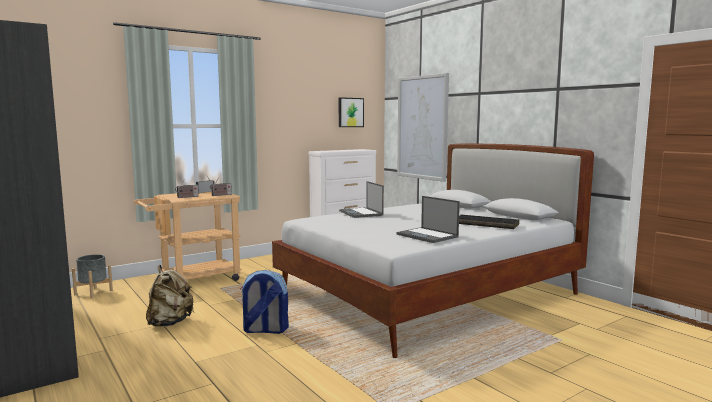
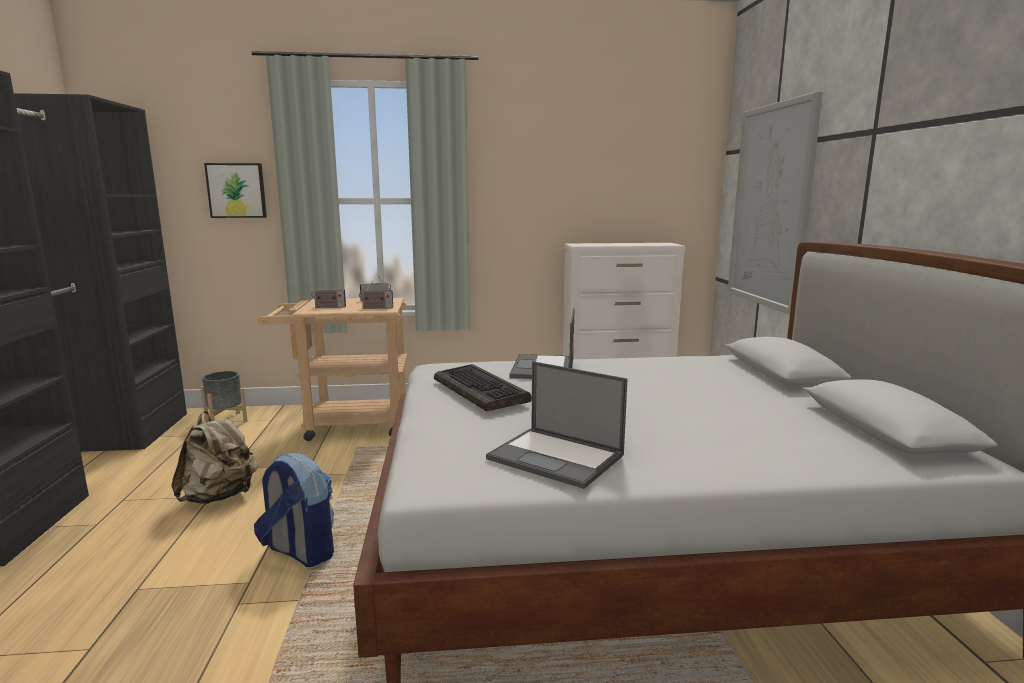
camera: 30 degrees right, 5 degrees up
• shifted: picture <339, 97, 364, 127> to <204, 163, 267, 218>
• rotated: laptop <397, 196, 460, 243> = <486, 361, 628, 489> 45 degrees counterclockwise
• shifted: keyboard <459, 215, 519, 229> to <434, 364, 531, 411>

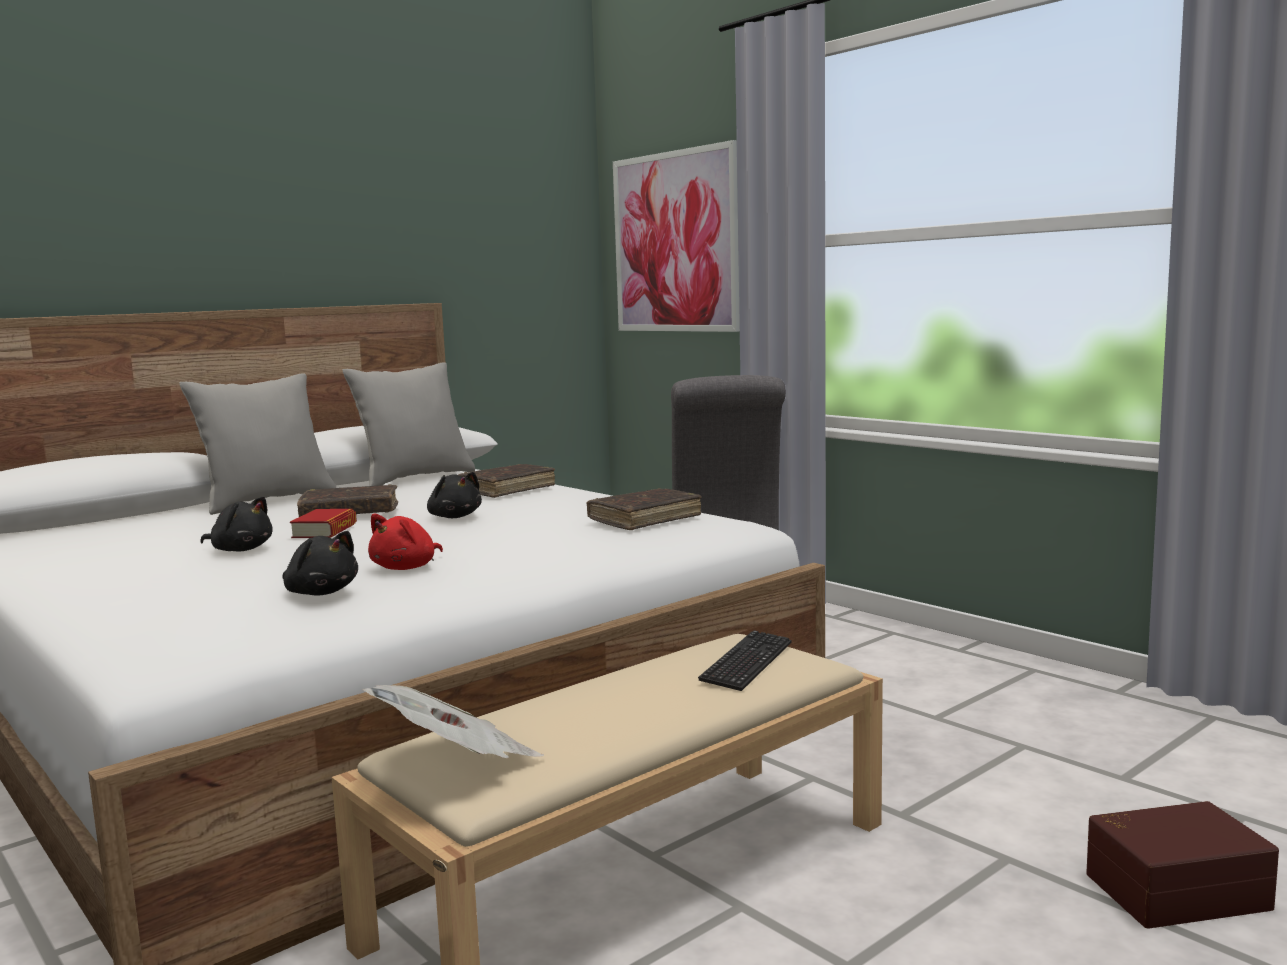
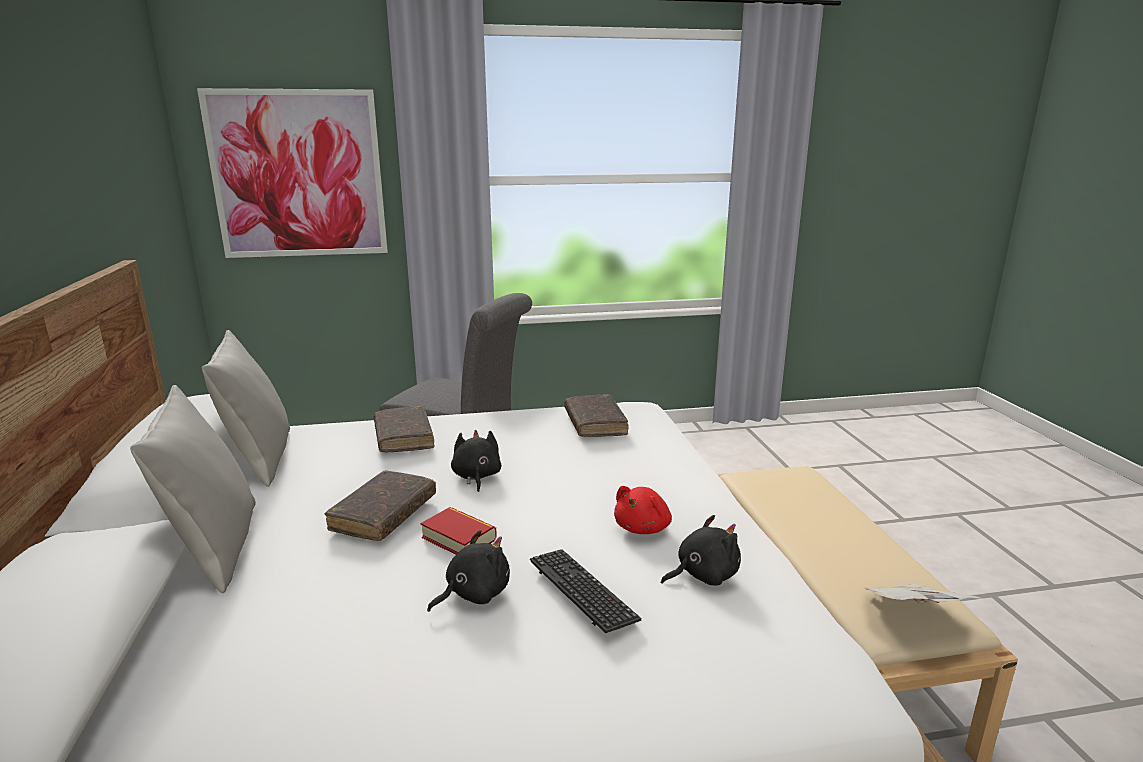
camera: 60 degrees left, 10 degrees up
• rotated: red plush toy <368, 513, 443, 570> = <614, 486, 672, 534> 60 degrees clockwise
• rotated: black plush toy <427, 472, 482, 518> = <451, 430, 502, 492> 90 degrees counterclockwise
• shifted: keyboard <698, 630, 792, 691> to <530, 549, 641, 633>
• gone: brown storage box <1086, 801, 1279, 929>

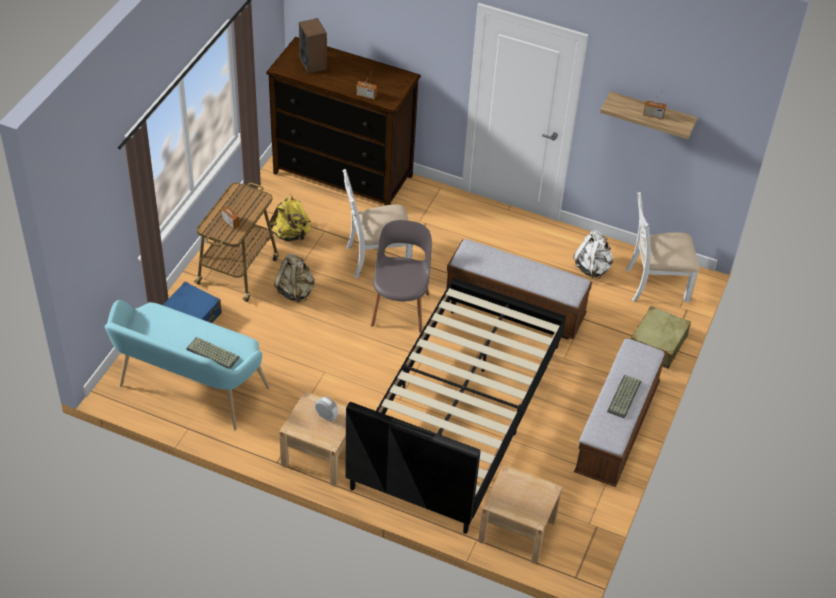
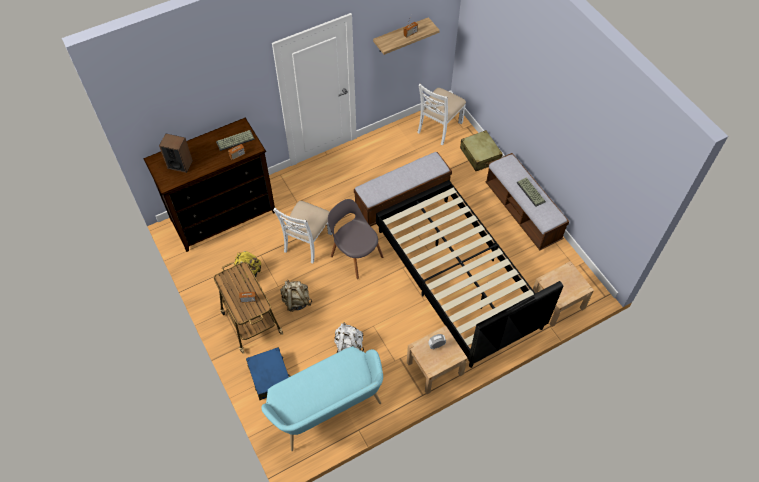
camera: 50 degrees left, 10 degrees up
• shifted: keyboard <186, 337, 240, 369> to <216, 130, 255, 151>
• shifted: white backpack <573, 230, 613, 279> to <334, 322, 364, 353>

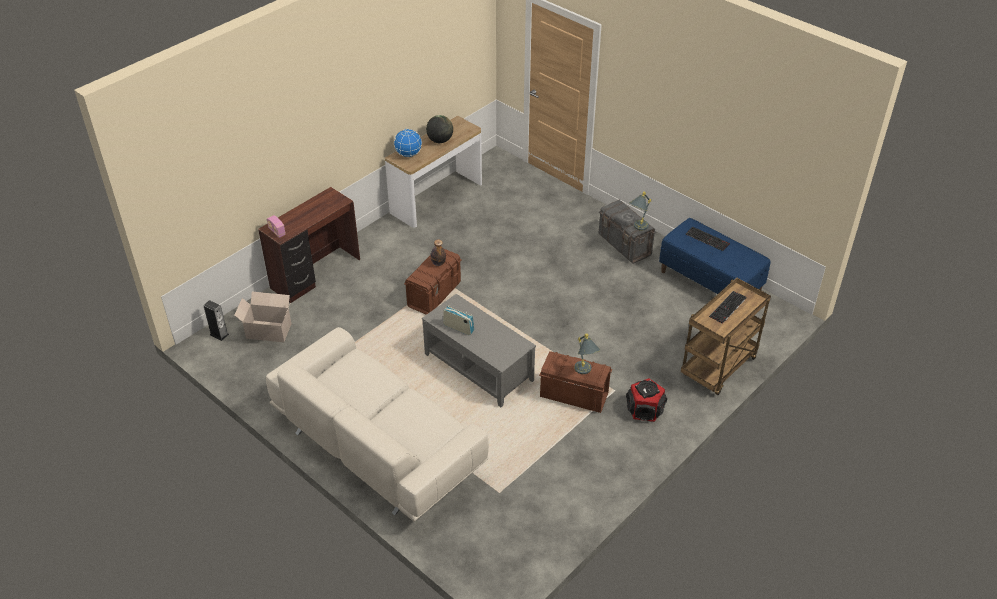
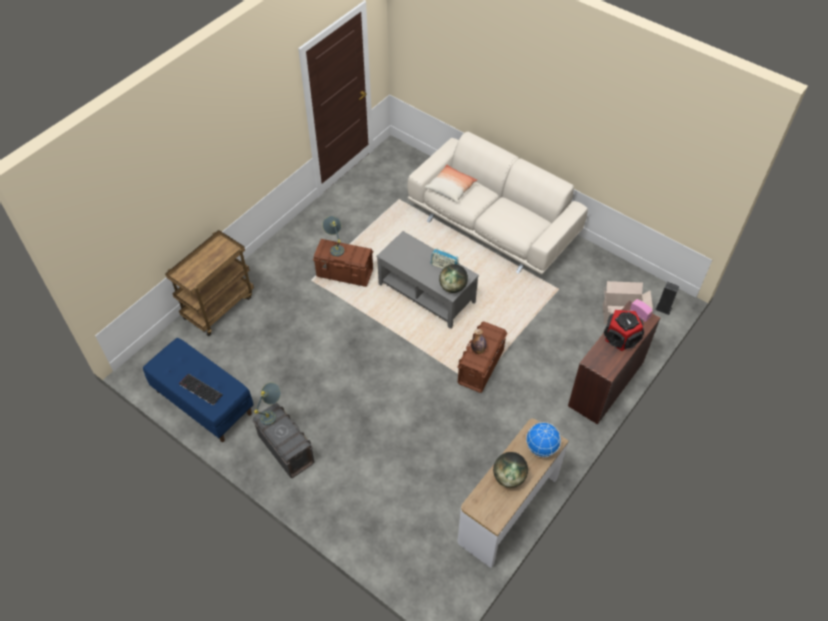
camera: 175 degrees right, 10 degrees up
• shifted: speaker <626, 378, 667, 422> to <604, 310, 644, 351>
• gone: keyboard <709, 291, 747, 324>
• new: pillow <425, 165, 478, 202>
• new: globe <439, 264, 468, 293>

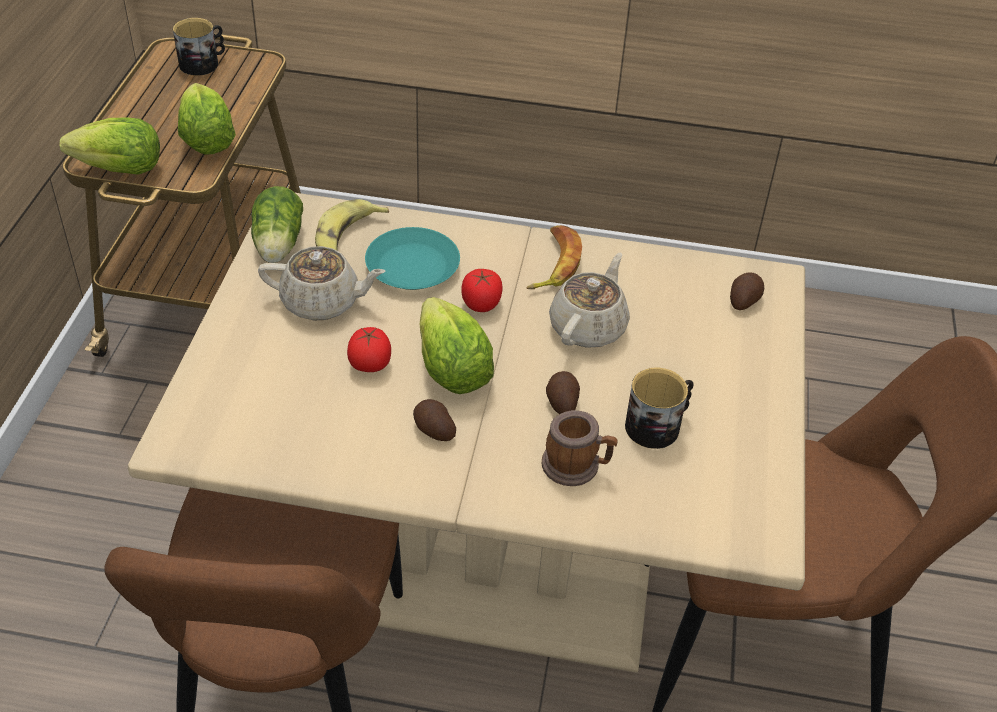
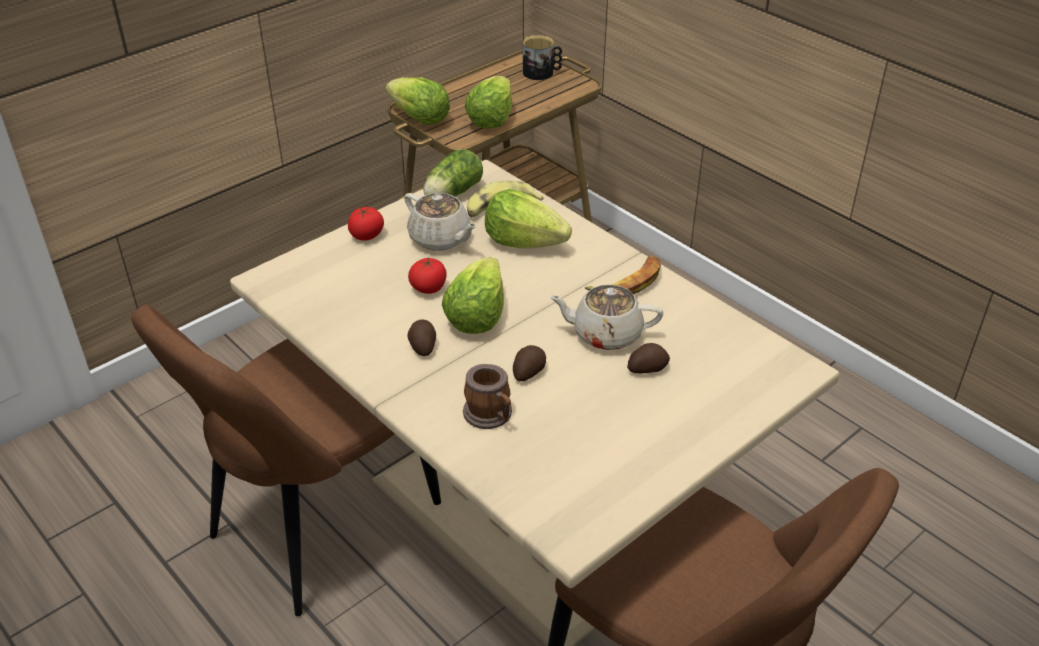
camera: 40 degrees right, 5 degrees down
• swapped: turquoise plate <365, 227, 460, 290> to lettuce <485, 189, 572, 249>
• shifted: tomato <461, 269, 503, 312> to <348, 207, 384, 241>
• rotated: beige teapot <549, 253, 630, 348> = <549, 284, 664, 350> 150 degrees counterclockwise
• gone: mug <625, 367, 694, 449>
• shifted: potato <730, 272, 764, 310> to <627, 343, 670, 373>

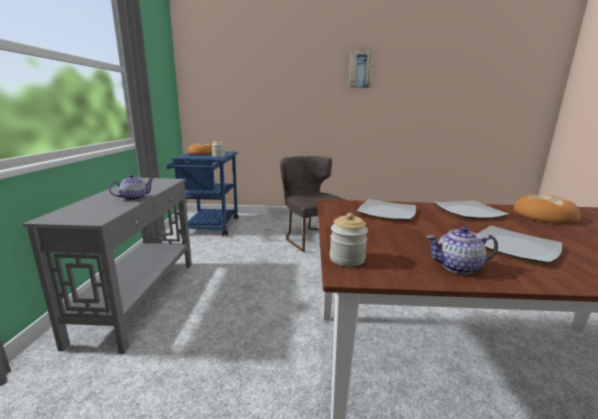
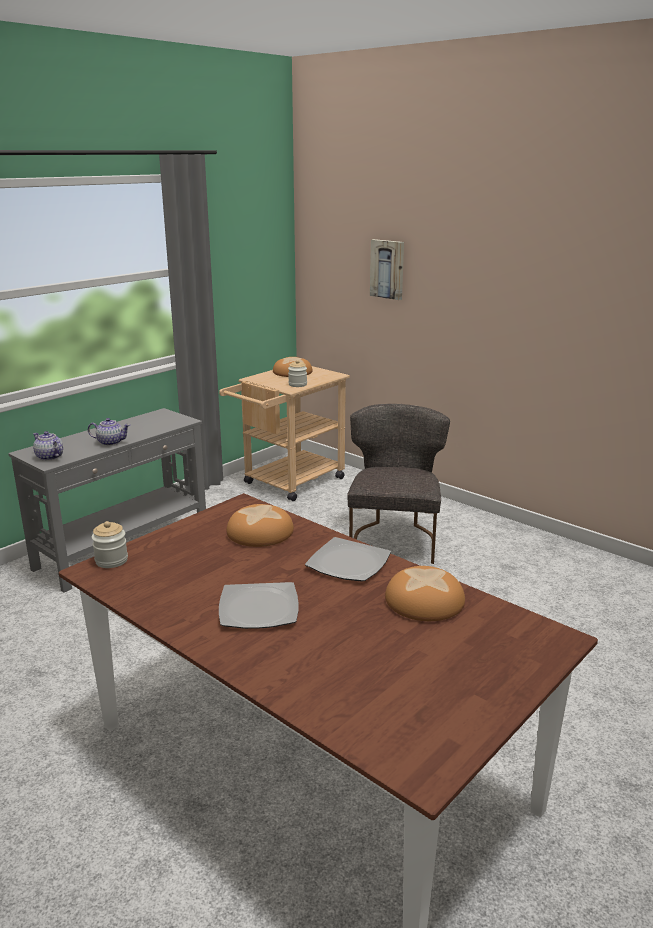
camera: 40 degrees right, 5 degrees up
• repainted: blue cart <167, 151, 239, 235> to beige cart <219, 366, 350, 501>
• shifted: picture <348, 50, 375, 88> to <370, 239, 404, 300>
• swapped: plate <357, 199, 416, 220> to bread <226, 504, 294, 547>
• shifted: teapot <426, 226, 498, 274> to <33, 431, 63, 461>

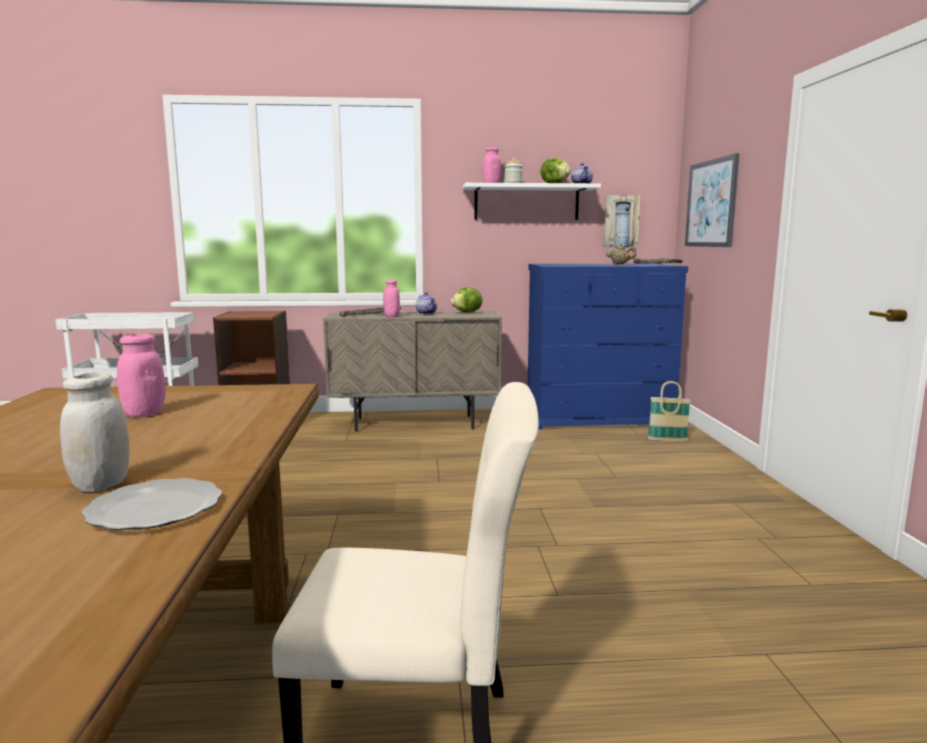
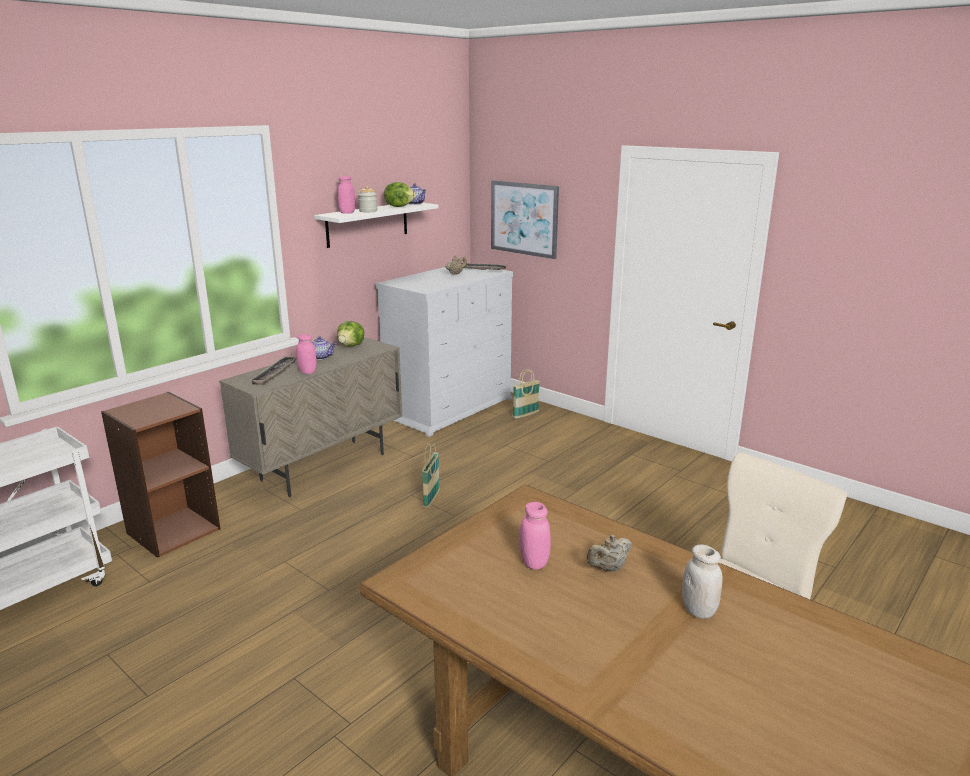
camera: 45 degrees left, 10 degrees up
• gone: plate <82, 478, 222, 530>
• repainted: blue dresser <528, 264, 688, 429> to white dresser <376, 267, 513, 437>
• gone: picture <603, 195, 641, 248>
• new: basket <422, 443, 440, 508>
• new: beige teapot <587, 535, 632, 572>

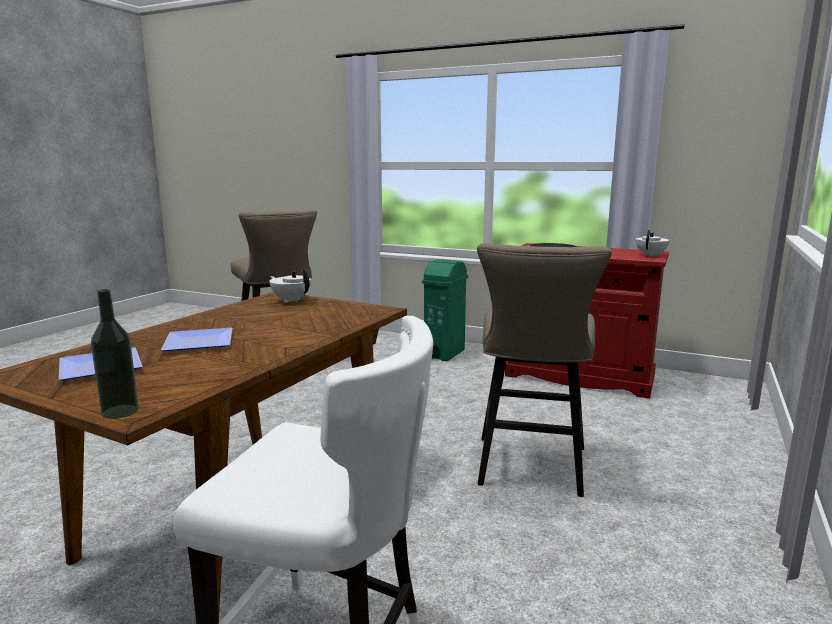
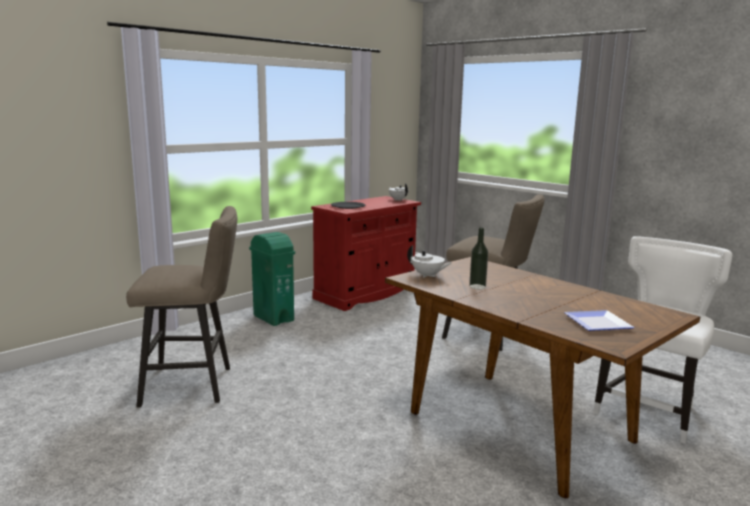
camera: 70 degrees left, 0 degrees up
• shifted: bottle <91, 289, 139, 419> to <469, 228, 488, 289>
• gone: plate <161, 328, 232, 351>
• rotated: white teapot <269, 268, 311, 303> = <407, 245, 452, 278> 120 degrees counterclockwise

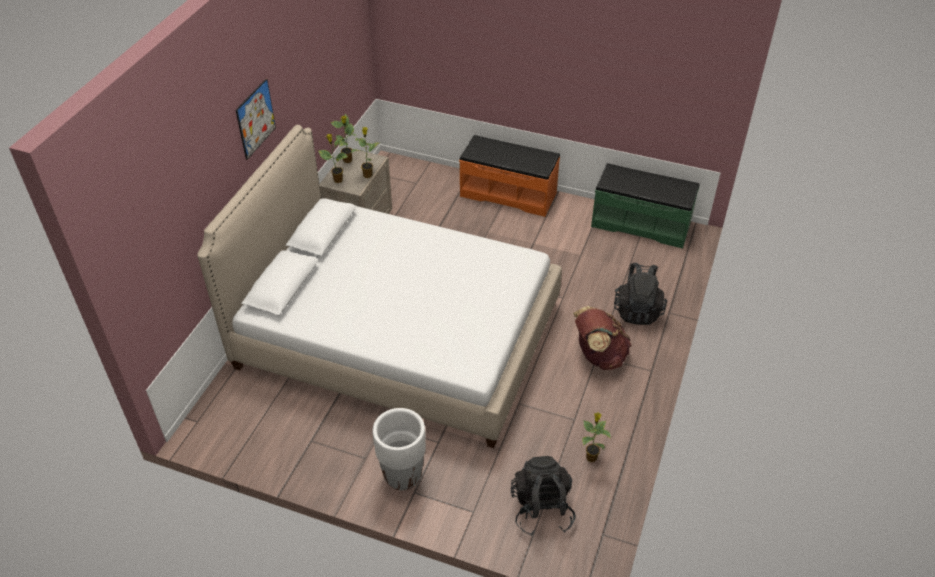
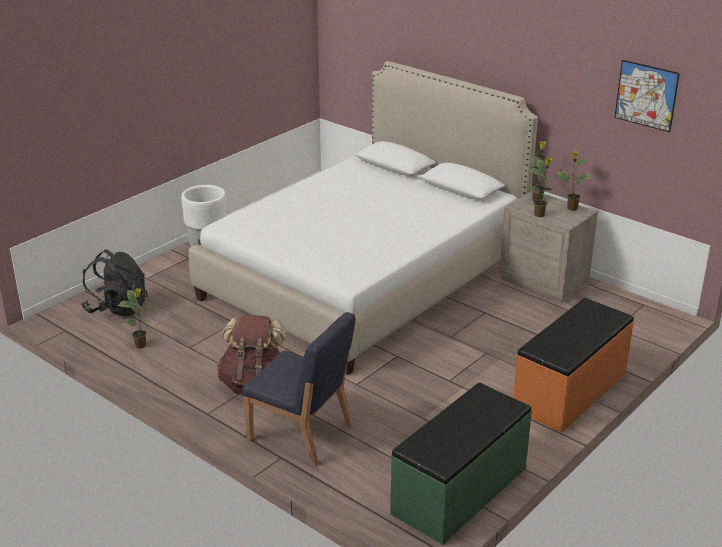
camera: 110 degrees right, 15 degrees down
• shifted: picture <236, 79, 276, 160> to <614, 60, 680, 132>
• swapped: black backpack <614, 263, 667, 325> to blue chair <242, 312, 356, 466>

